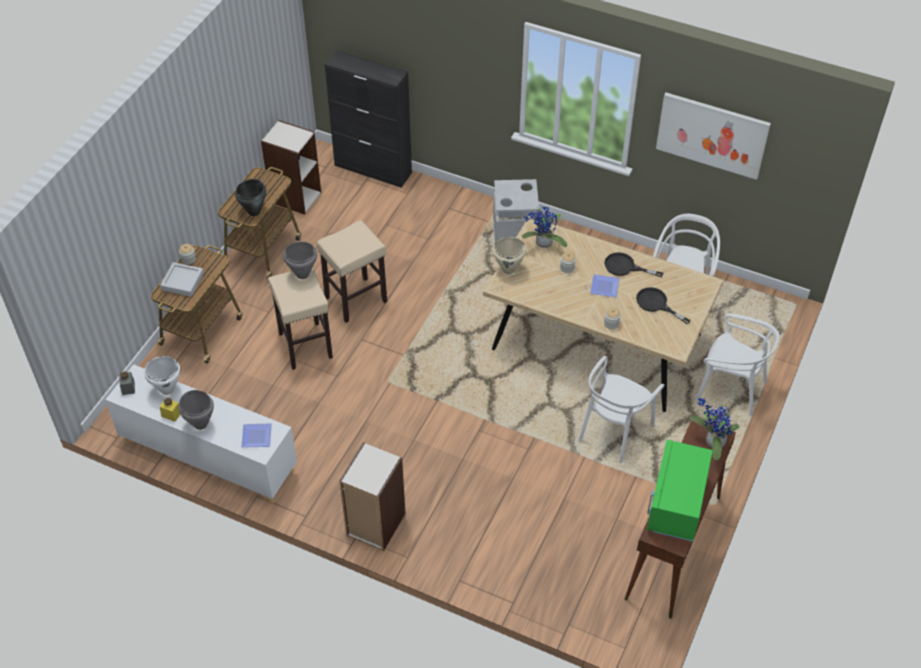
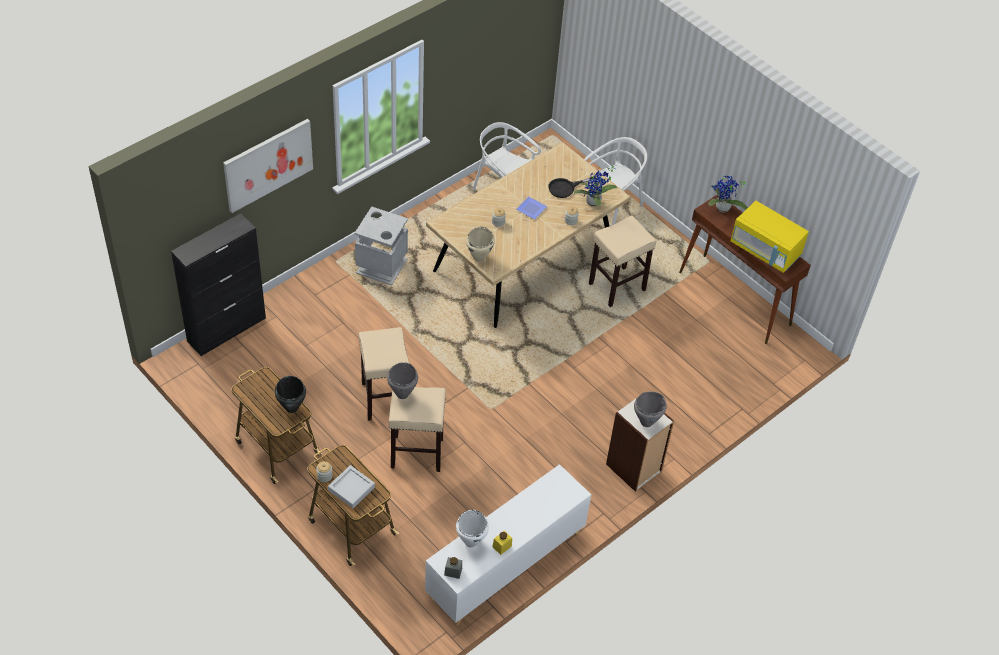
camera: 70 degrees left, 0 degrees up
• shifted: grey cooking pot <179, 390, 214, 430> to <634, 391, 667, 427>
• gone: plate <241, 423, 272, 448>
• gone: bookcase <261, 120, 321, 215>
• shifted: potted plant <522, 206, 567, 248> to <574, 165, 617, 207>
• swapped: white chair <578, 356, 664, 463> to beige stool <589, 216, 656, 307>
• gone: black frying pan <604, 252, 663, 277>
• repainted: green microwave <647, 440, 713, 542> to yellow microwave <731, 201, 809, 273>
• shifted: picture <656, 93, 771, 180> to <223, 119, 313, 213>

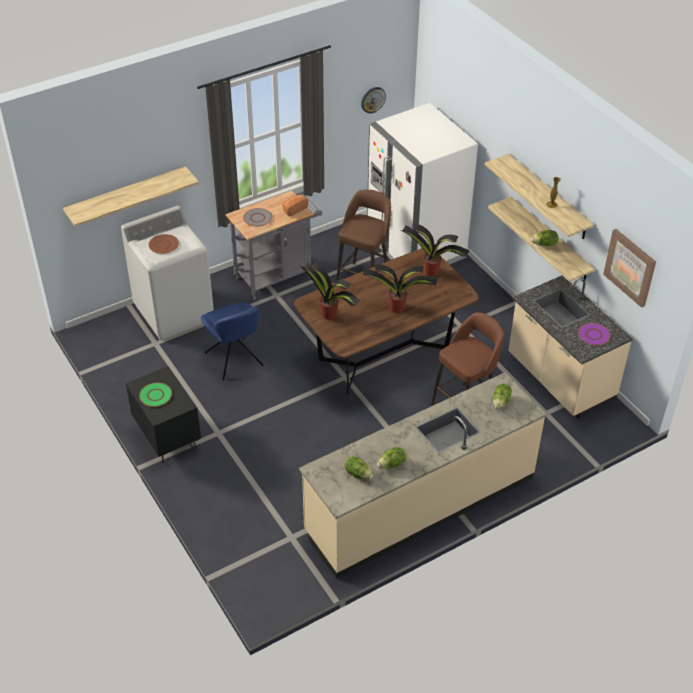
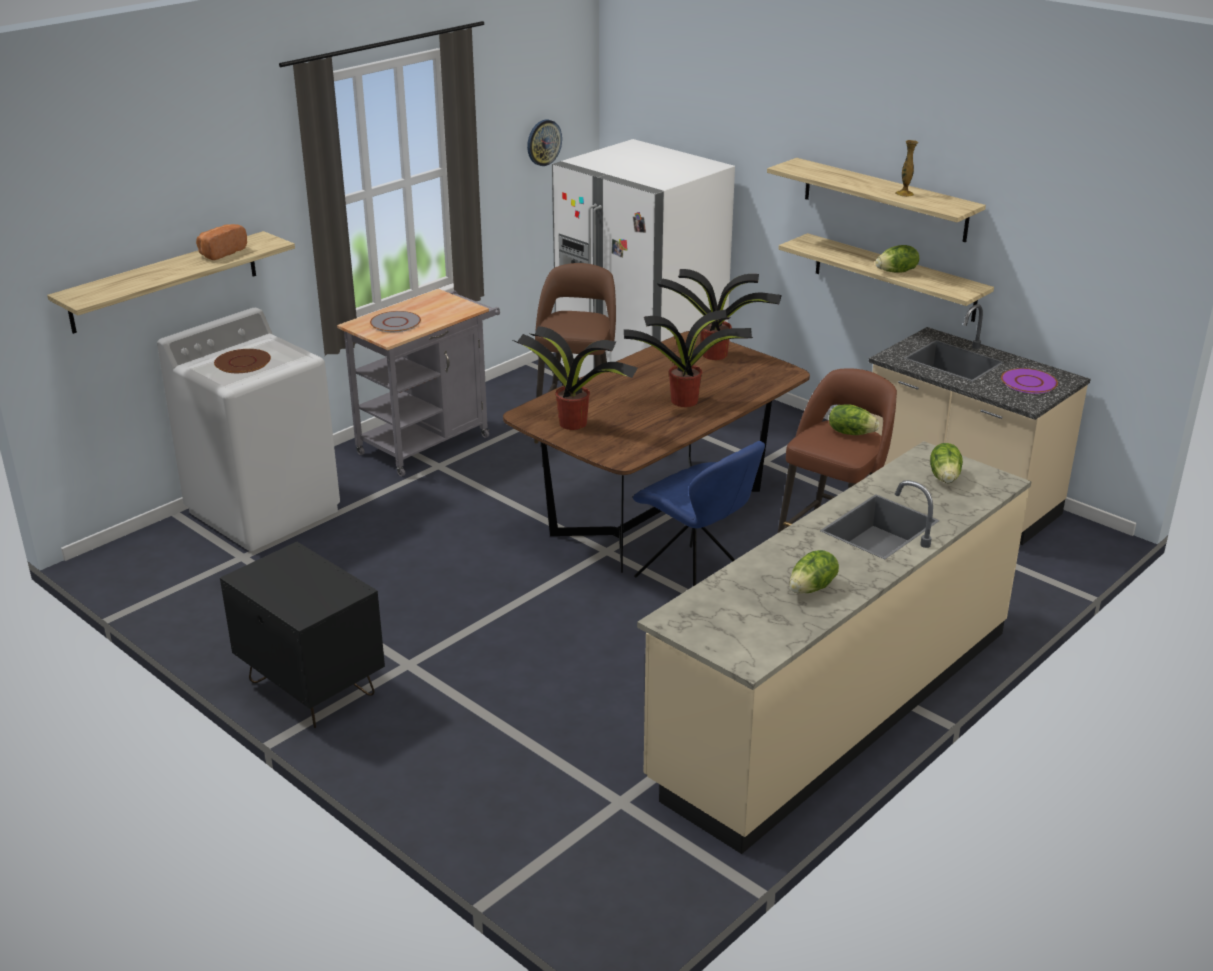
camera: 15 degrees left, 15 degrees down
• gone: green plate <139, 382, 172, 407>
• shifted: blue chair <201, 302, 263, 381> to <633, 441, 765, 586>
• shifted: bread <283, 195, 308, 216> to <196, 224, 247, 260>
• shifted: lettuce <344, 456, 373, 480> to <829, 404, 879, 435>
• gone: picture <603, 229, 656, 308>

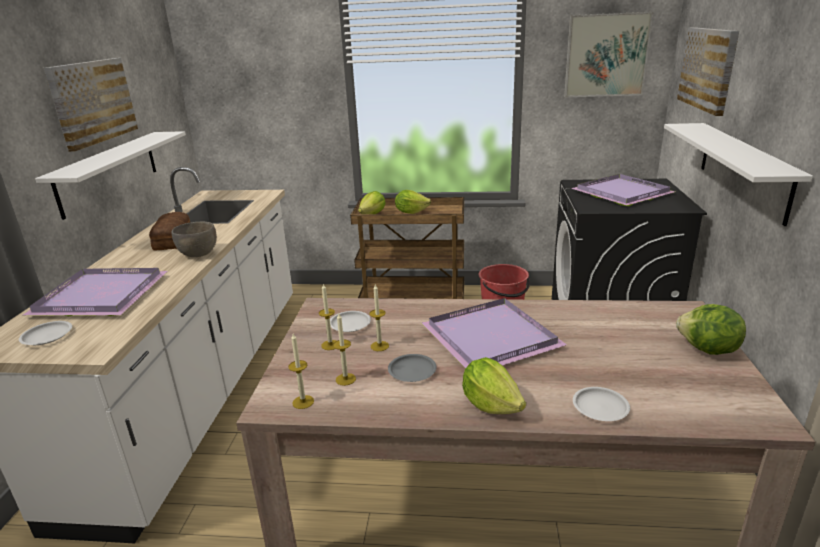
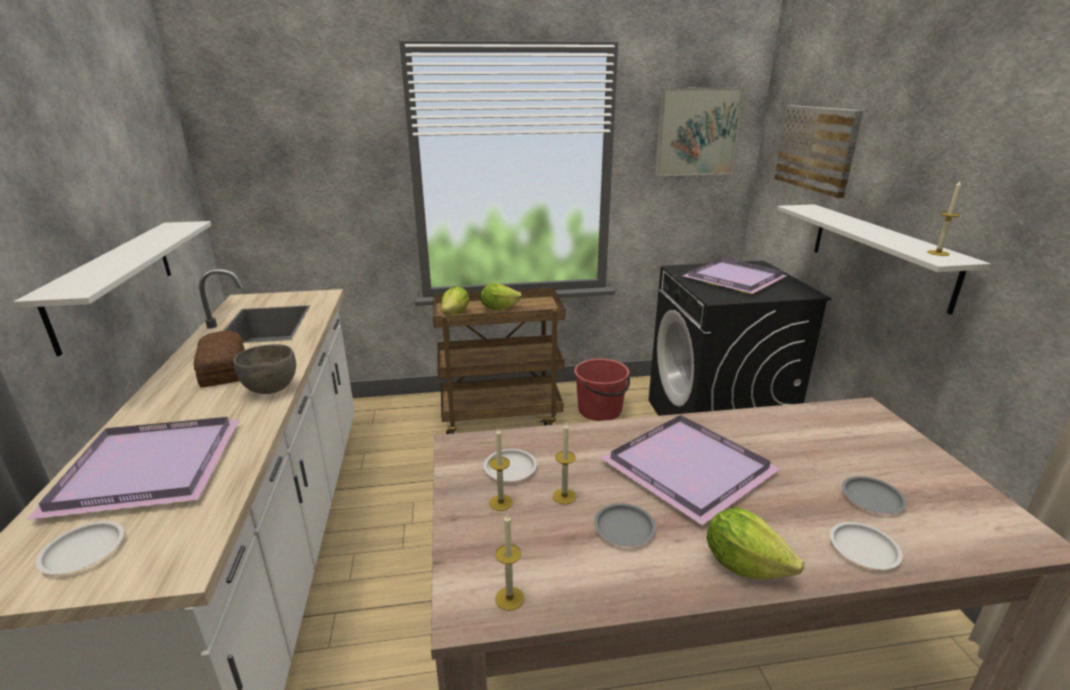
camera: 15 degrees left, 0 degrees up
• gone: picture <44, 58, 138, 152>
• shifted: candle <333, 314, 356, 386> to <927, 181, 961, 256>
• gone: lettuce <676, 304, 746, 355>
• new: grey plate <842, 476, 907, 514>

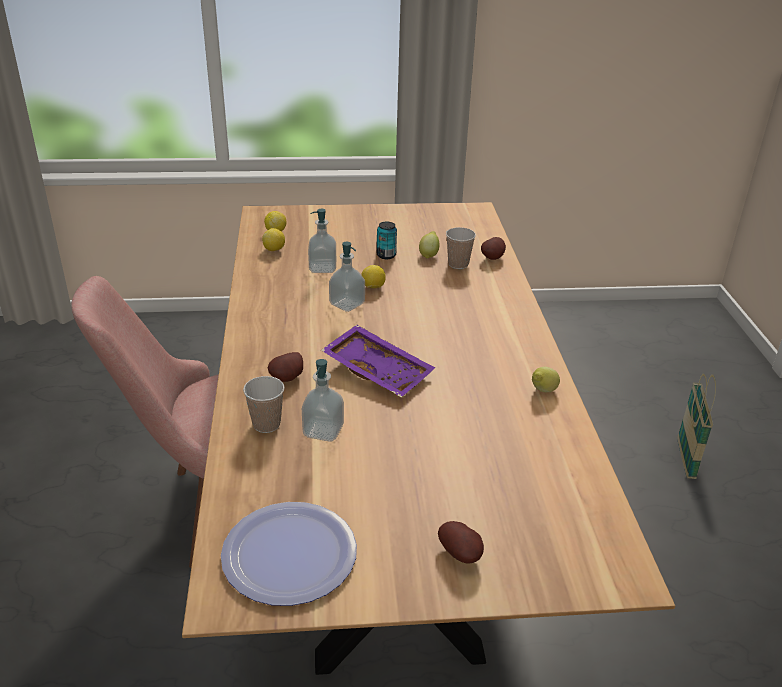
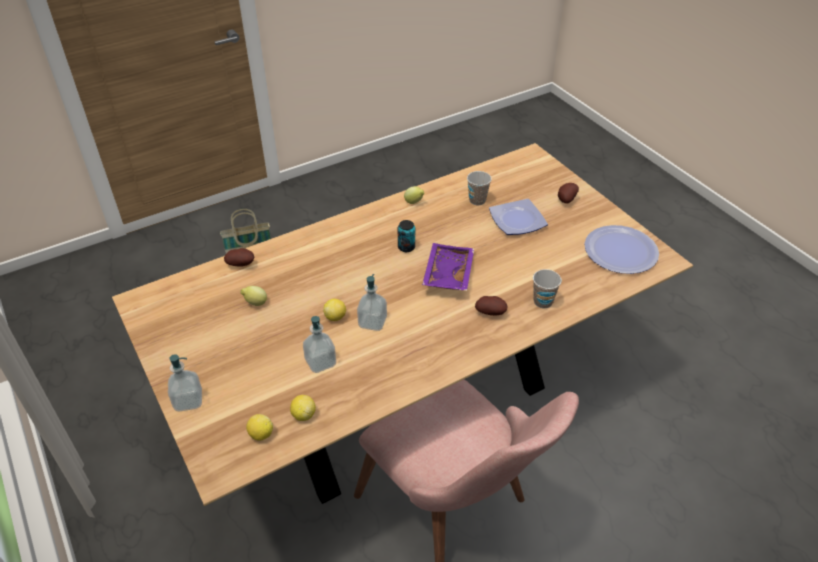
camera: 115 degrees left, 10 degrees up
• shifted: soap dispenser <302, 359, 344, 442> to <168, 354, 202, 411>
• shifted: can <377, 222, 397, 259> to <398, 220, 415, 252>
• shifted: cup <446, 227, 476, 269> to <467, 171, 492, 205>
• new: plate <489, 199, 548, 235>

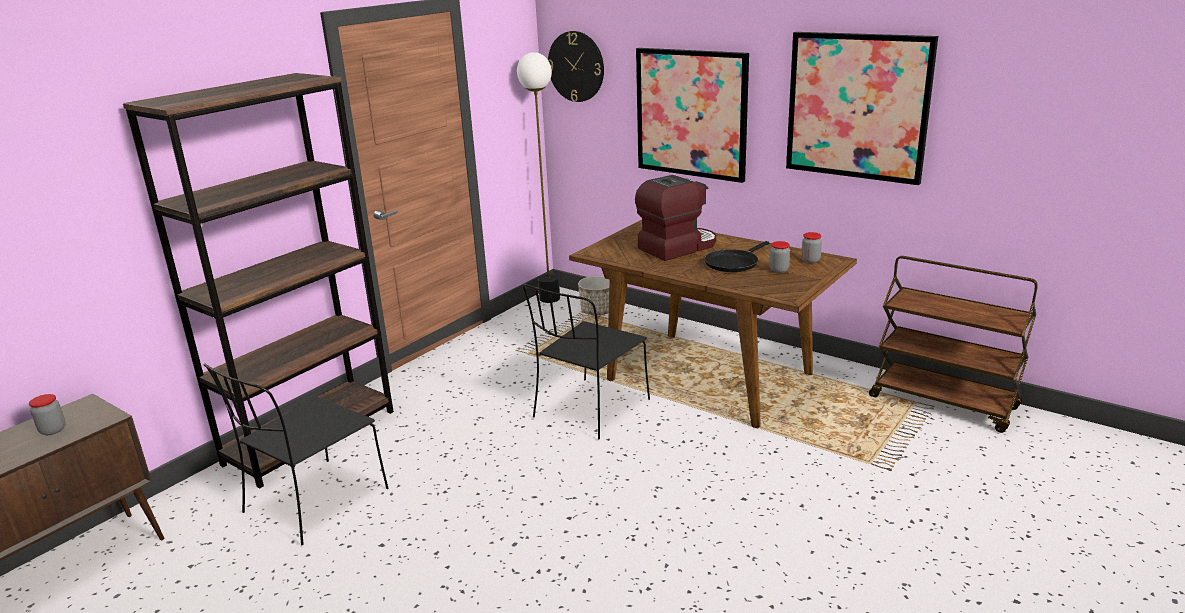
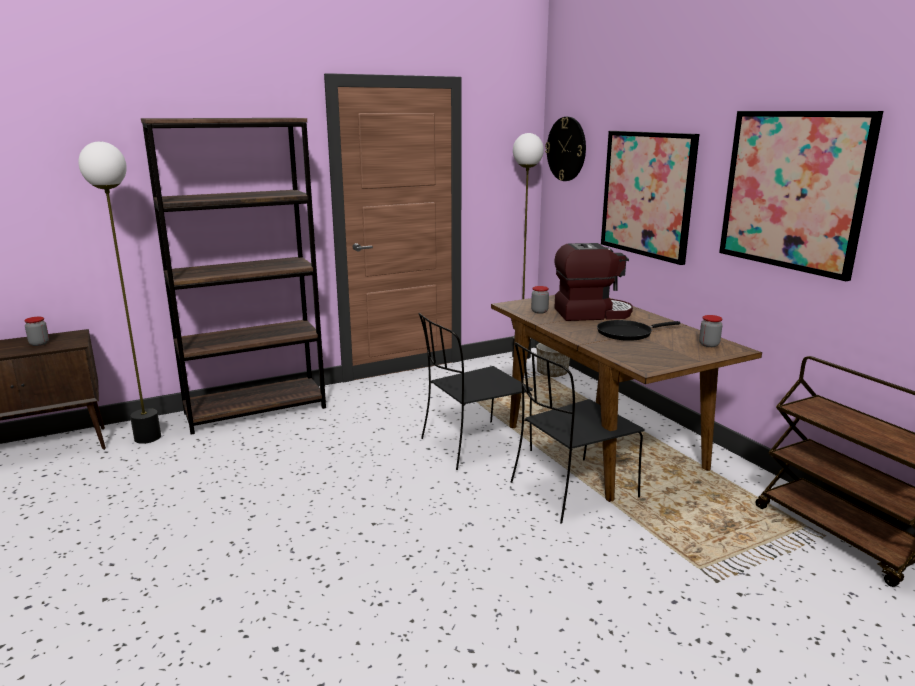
camera: 25 degrees right, 5 degrees down
• shifted: black chair <204, 364, 389, 545> to <511, 342, 644, 524>
• shifted: jar <770, 241, 790, 273> to <531, 286, 549, 314>
• new: floor lamp <78, 141, 161, 444>

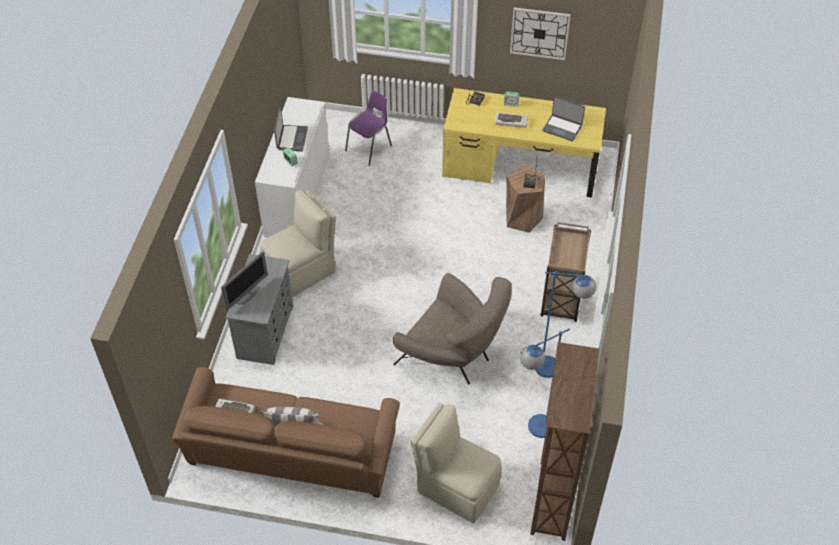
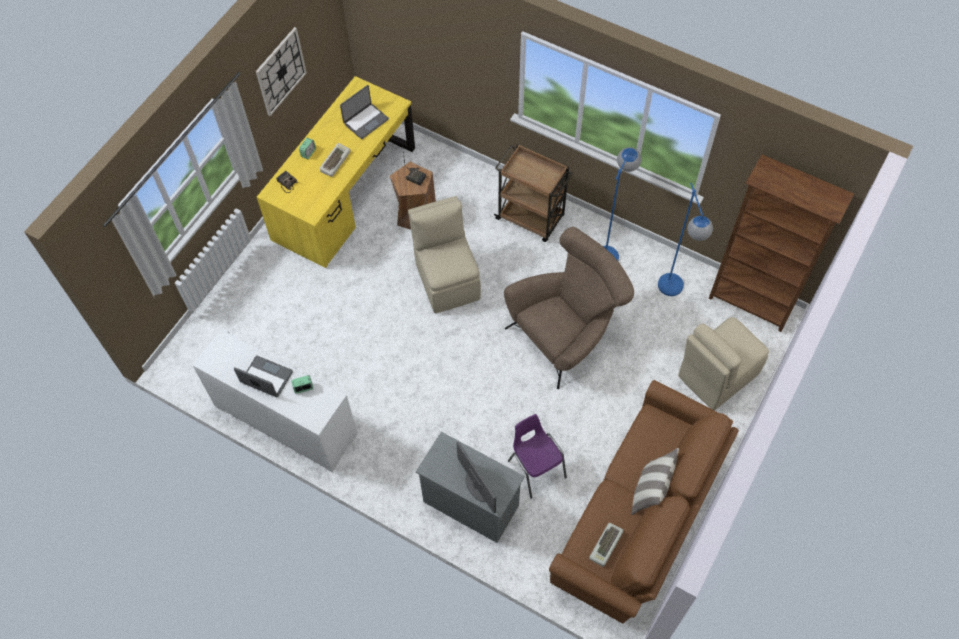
camera: 70 degrees left, 10 degrees up
• shifted: beige chair <260, 189, 336, 297> to <408, 196, 481, 313>
• shifted: purple chair <345, 91, 392, 166> to <508, 414, 567, 499>

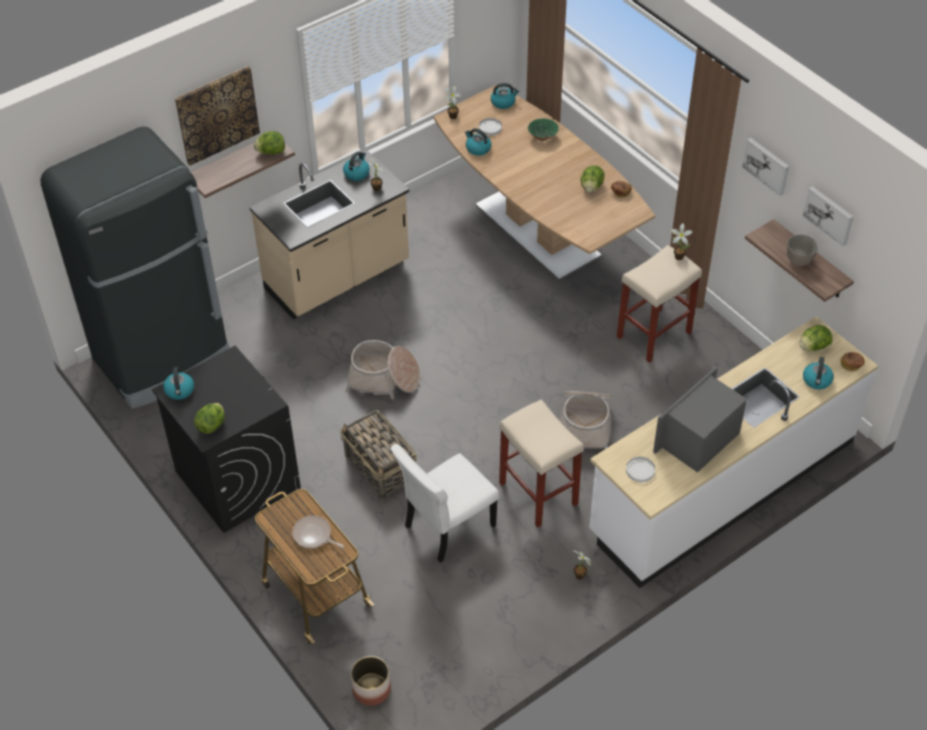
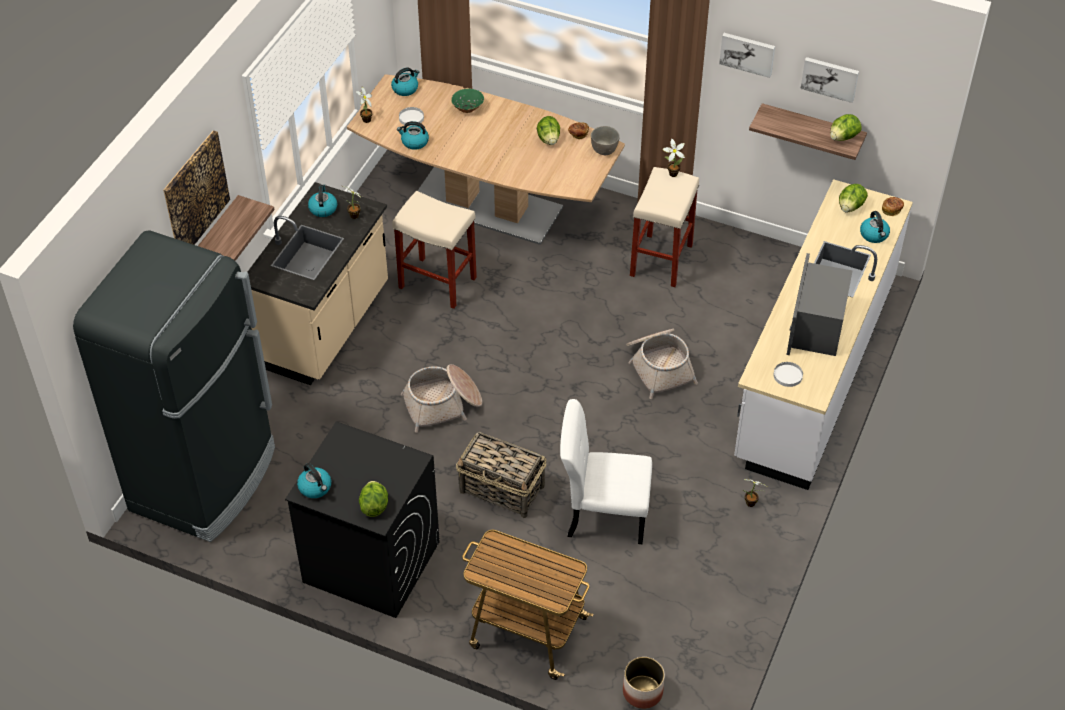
camera: 30 degrees left, 0 degrees up
• shifted: lettuce <254, 131, 285, 155> to <830, 114, 861, 141>
• gone: frying pan <292, 516, 344, 548>
• rotated: white chair <391, 444, 499, 563> = <560, 399, 652, 544> 75 degrees clockwise
• shifted: beige stool <499, 399, 584, 528> to <392, 191, 477, 309>
• shifted: grey bowl <787, 235, 818, 266> to <591, 126, 619, 155>

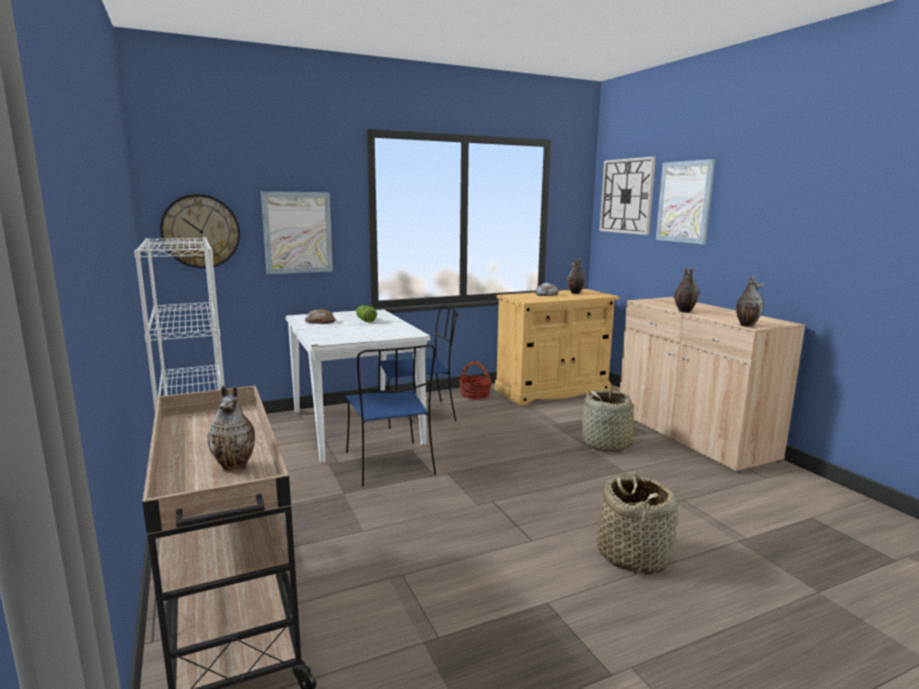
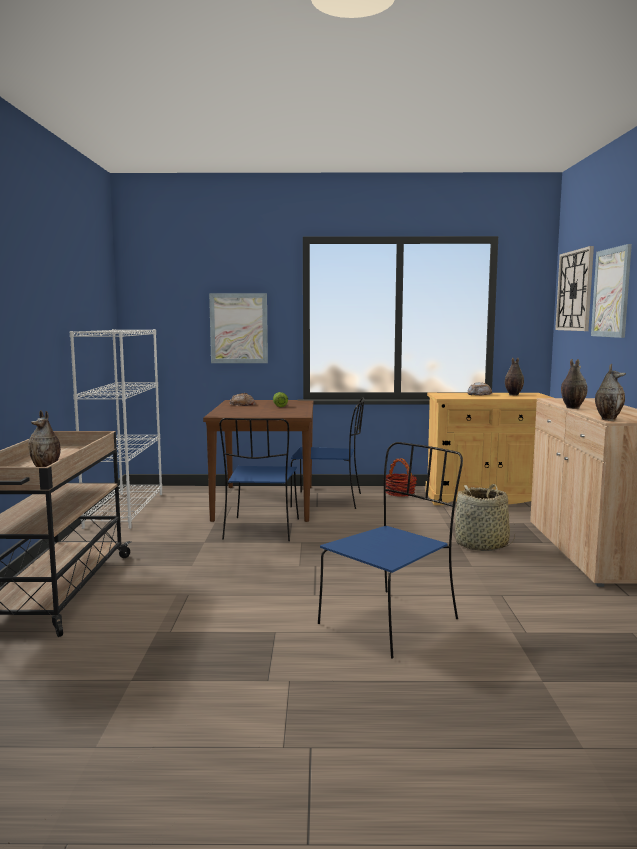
camera: 25 degrees right, 5 degrees down
• gone: wall clock <160, 194, 240, 269>
• repainted: white dining table <285, 310, 431, 463> to brown dining table <203, 400, 313, 522>
• swapped: basket <597, 471, 677, 575> to blue chair <318, 442, 463, 658>

